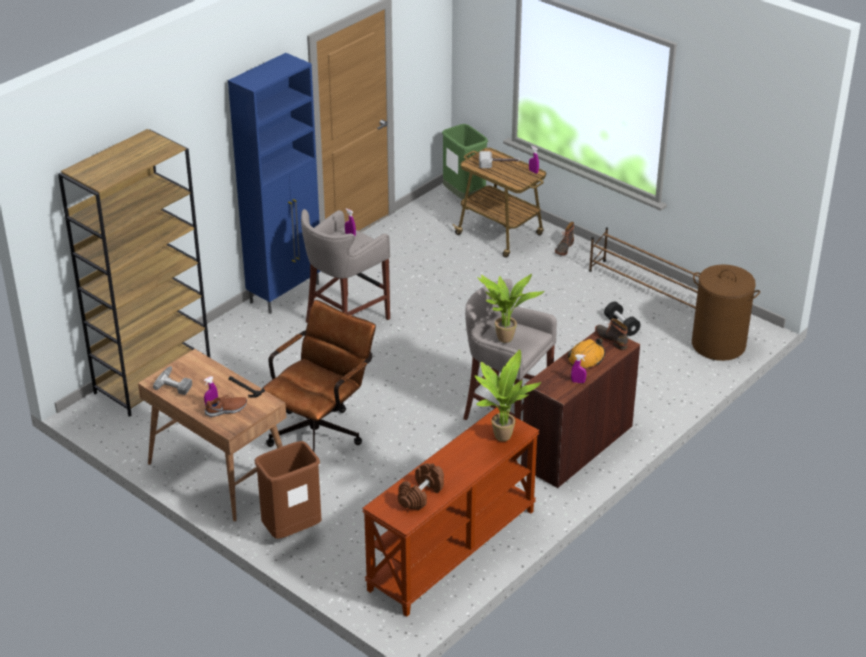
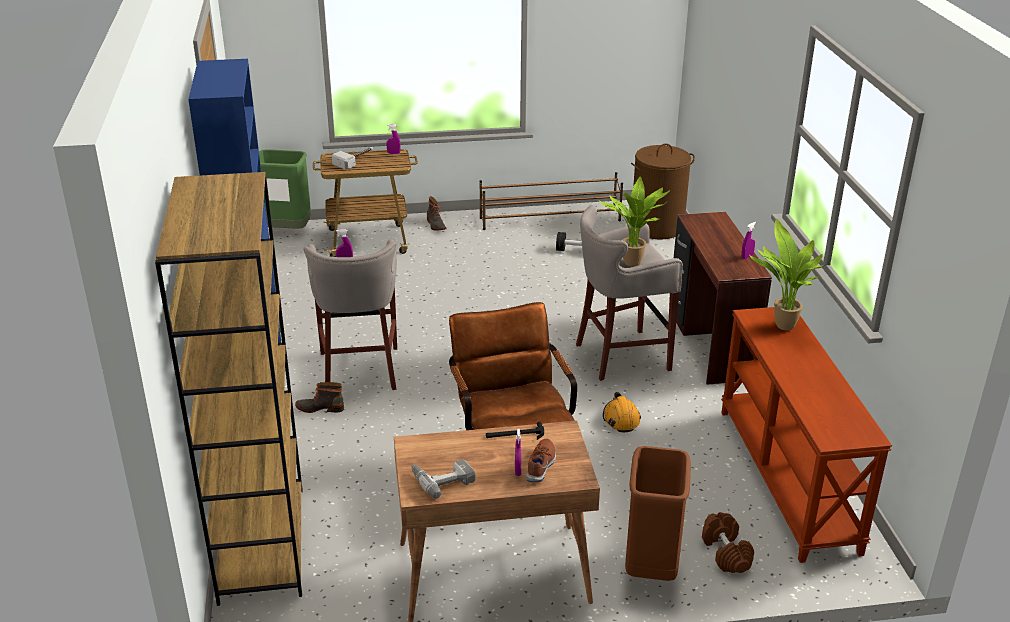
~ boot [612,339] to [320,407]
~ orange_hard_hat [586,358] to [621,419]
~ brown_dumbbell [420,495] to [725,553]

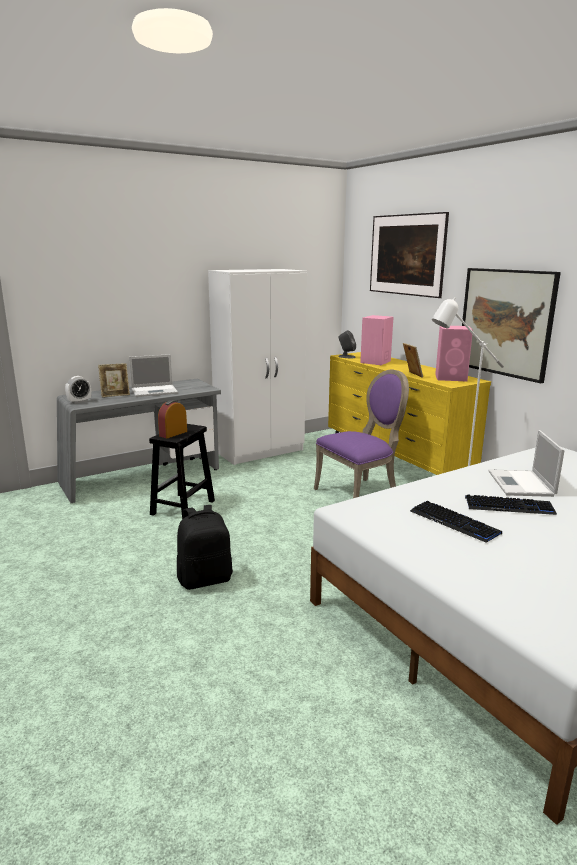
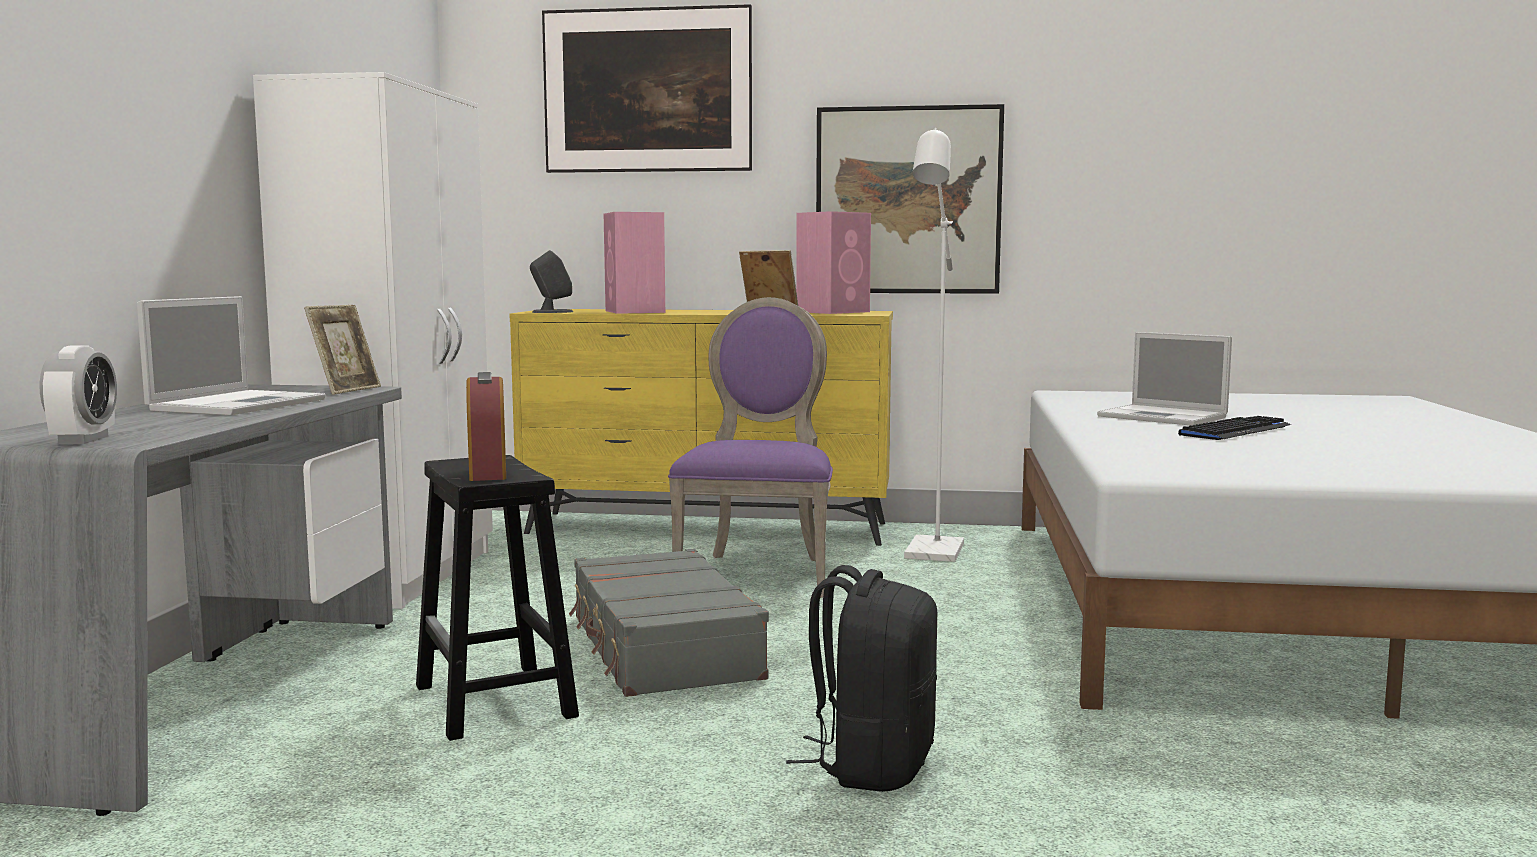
~ picture_frame [115,395] to [346,390]
+ grey_suitcase [662,648]
- keyboard [454,522]

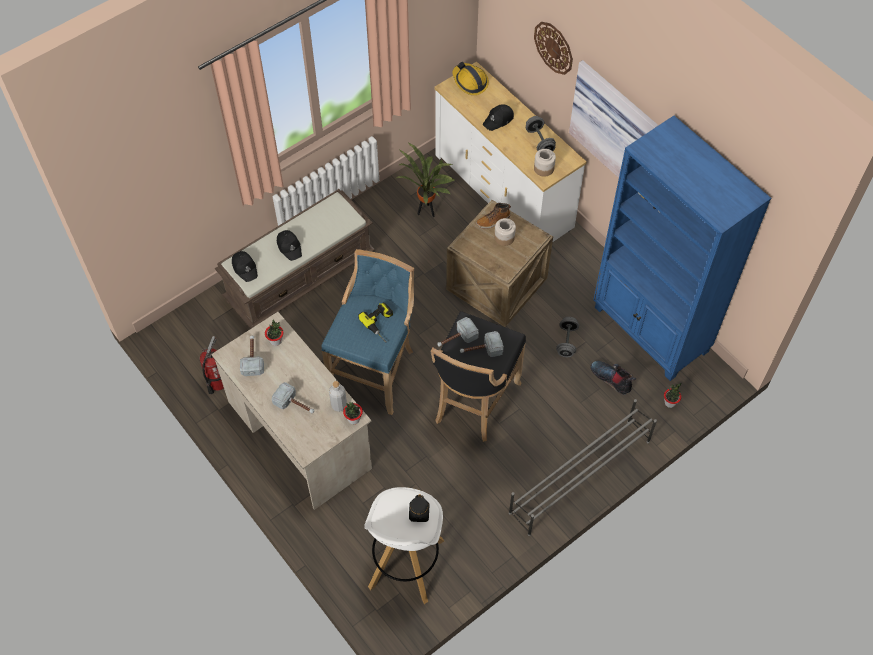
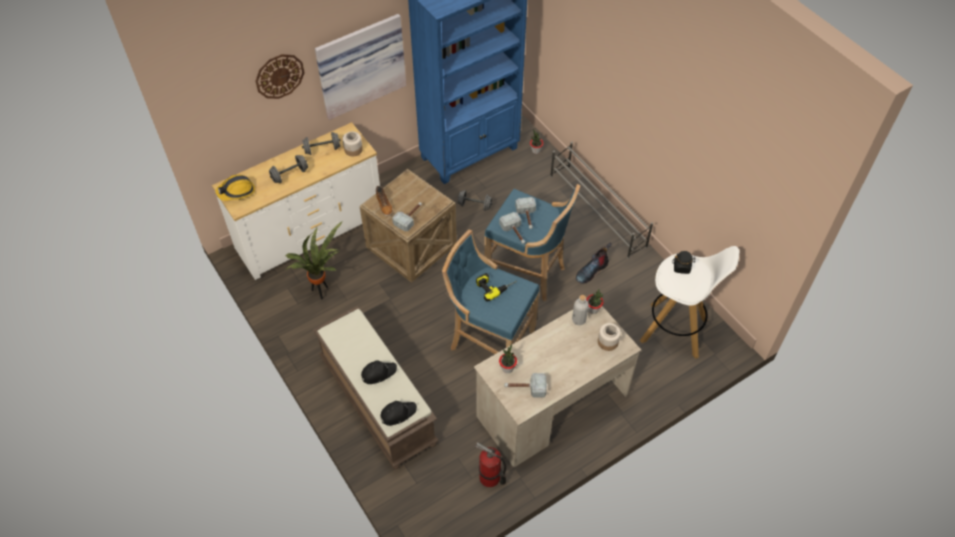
~ black_cap [498,120] to grey_dumbbell [290,175]
~ hammer [295,404] to [410,217]
~ black_stool [473,403] to blue_stool [528,273]
~ boot [612,379] to [592,270]
~ jar [504,237] to [607,342]

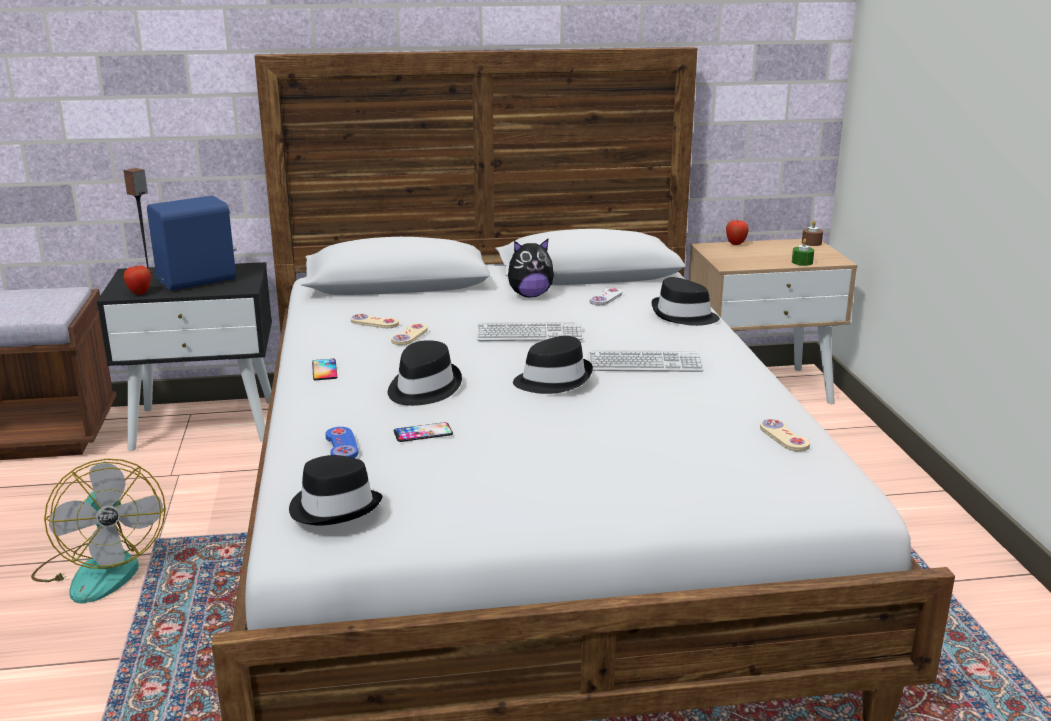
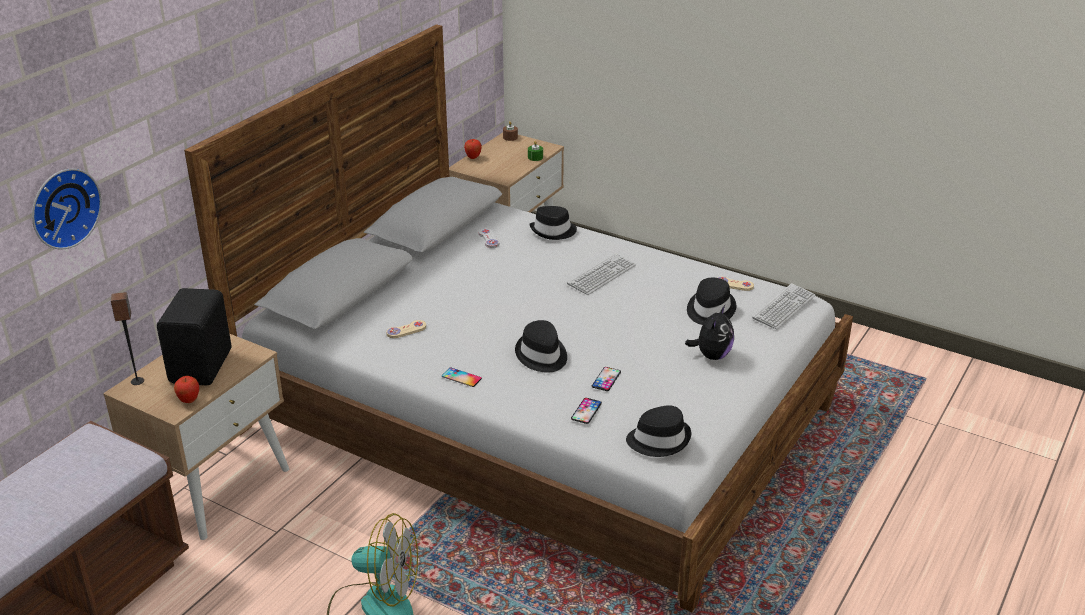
+ wall_clock [62,207]
~ black_nightstand [205,424] to beige_nightstand [215,486]
~ blue_speaker [198,280] to black_speaker [203,366]
~ blue_game_controller [341,445] to phone [586,411]
~ plush_toy [530,295] to [711,355]
~ black_hat [553,380] to [709,310]
~ keyboard [529,334] to [784,308]
- beige_game_controller [410,336]

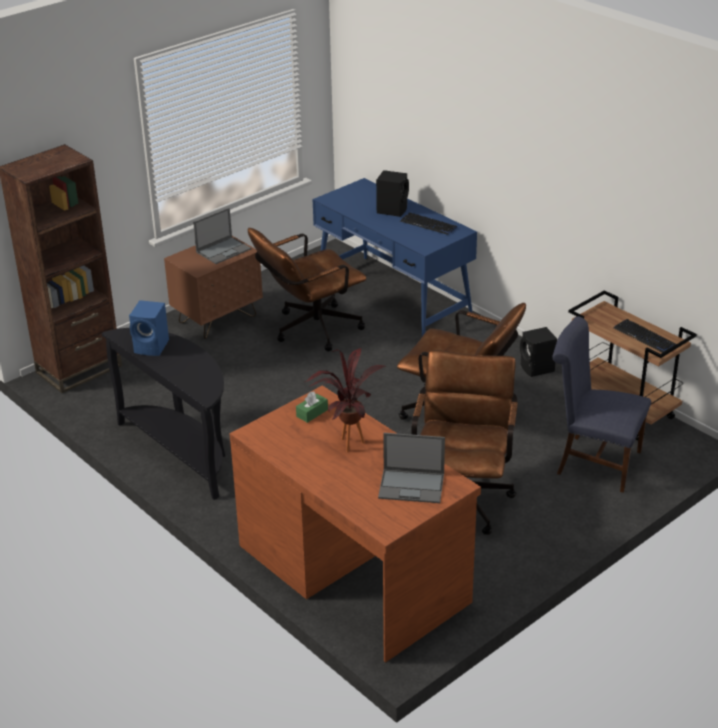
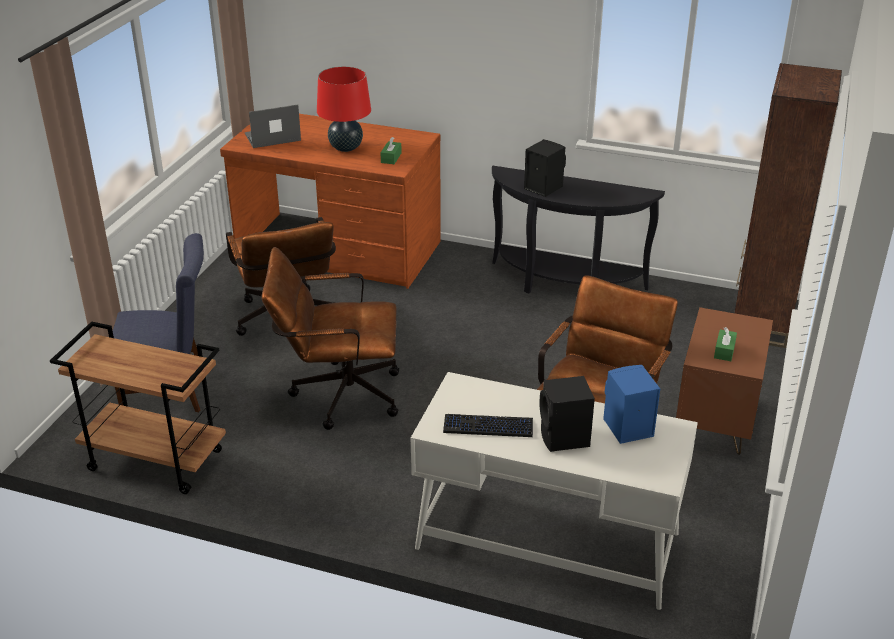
~ potted_plant [345,442] to red_table_lamp [346,148]
~ blue_desk [393,297] to white_desk [547,540]
~ black_speaker [537,369] to [542,187]
~ blue_speaker [152,347] to [626,428]
~ laptop [224,250] to green_tissue_box [724,351]
- keyboard [644,337]

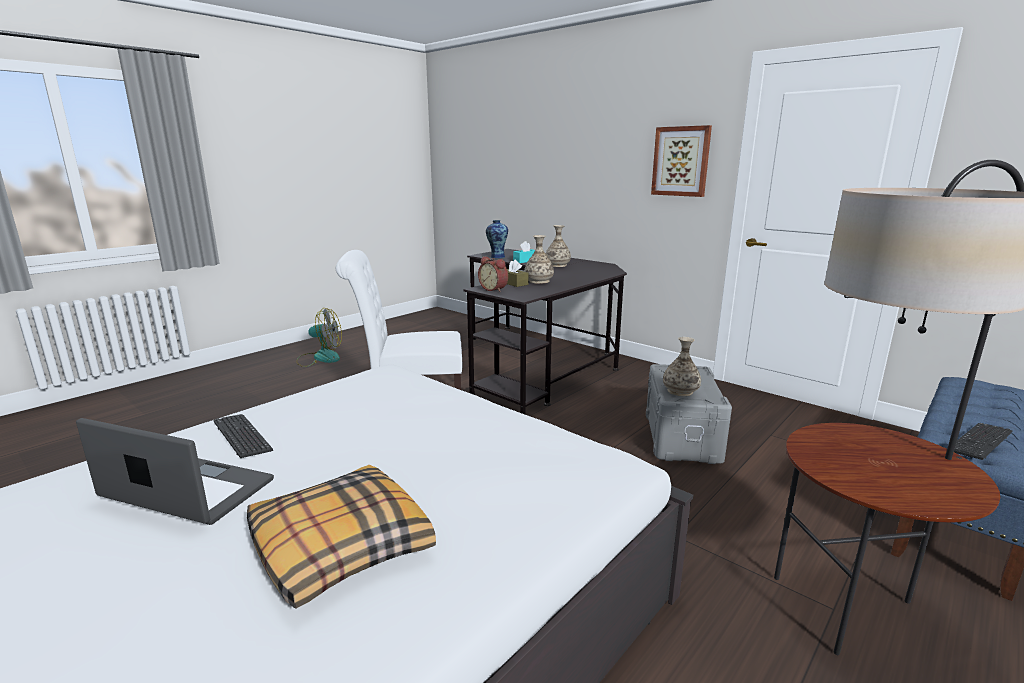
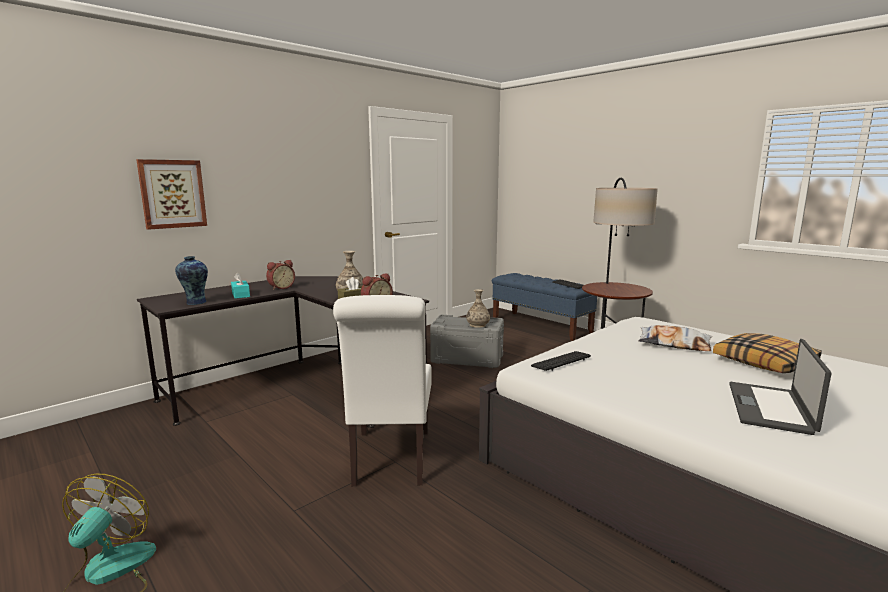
~ picture [681,161] to [172,194]
~ vase [557,265] to alarm_clock [281,288]
~ keyboard [242,437] to [561,362]
+ pillow [674,344]

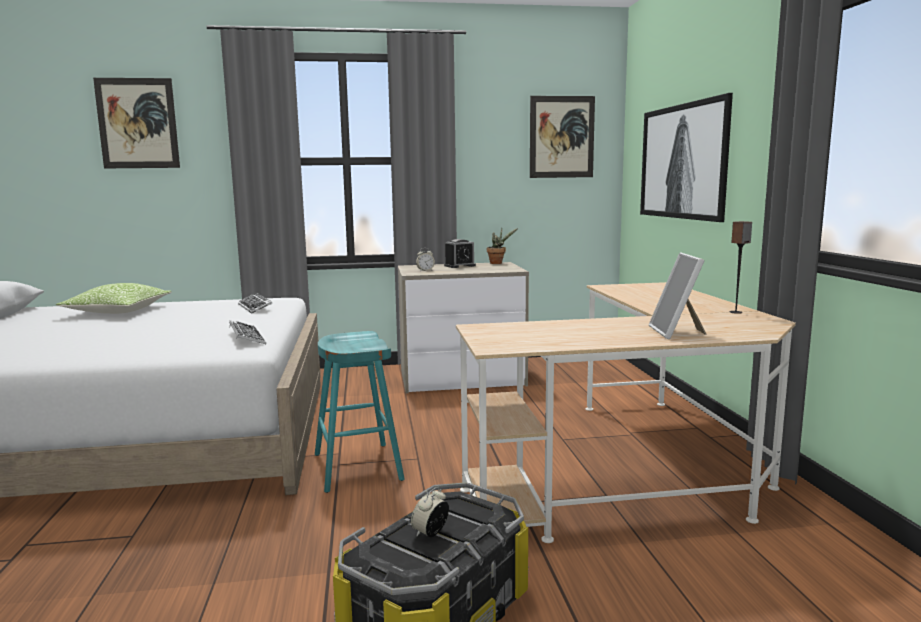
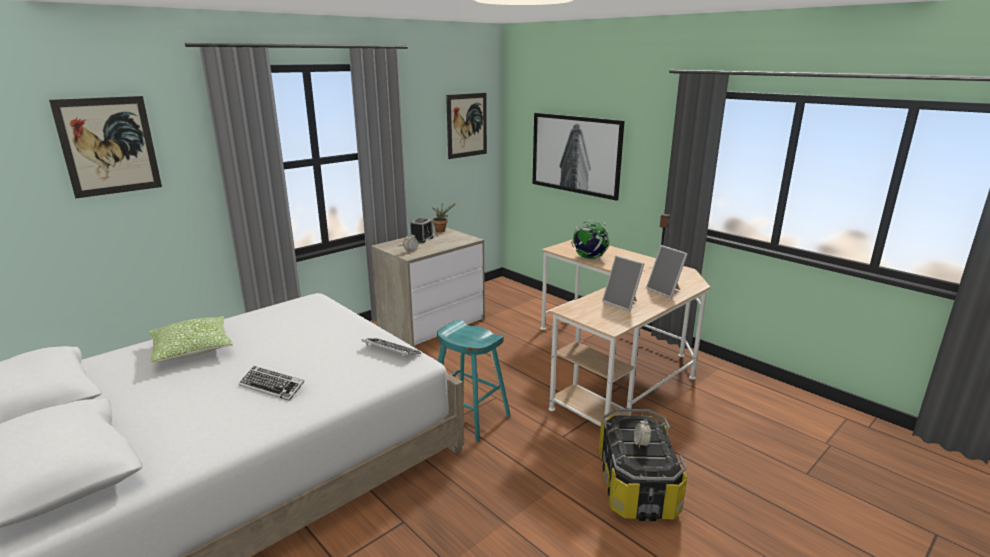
~ keyboard [255,307] to [272,387]
+ globe [589,258]
+ picture_frame [622,303]

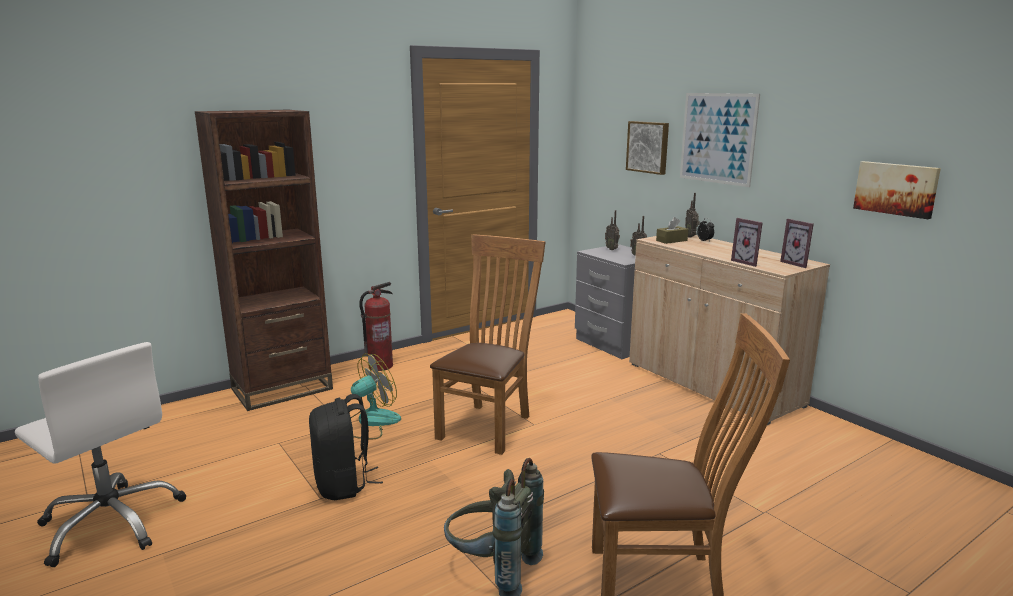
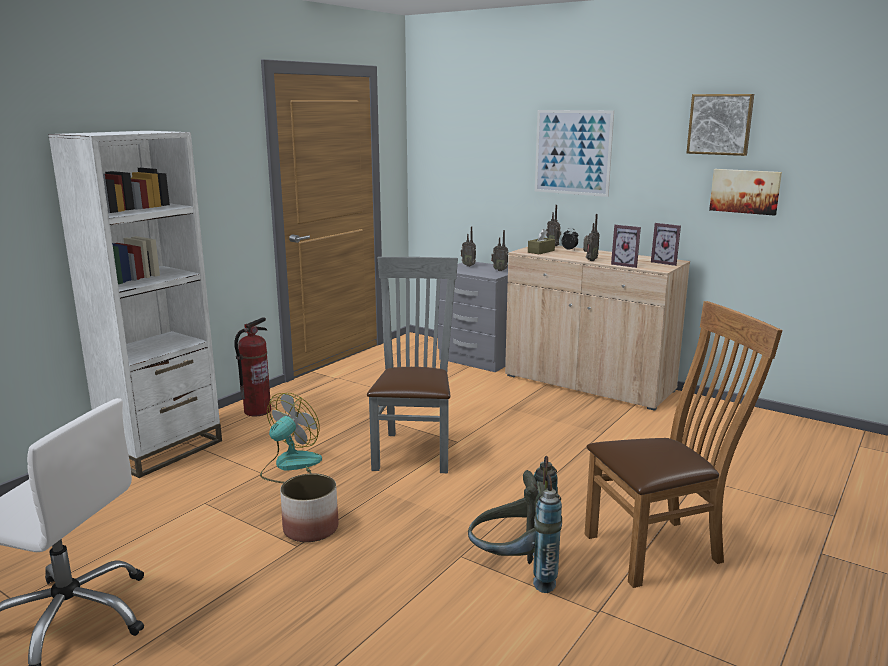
~ brown_bookcase [282,389] to white_bookcase [162,450]
~ black_backpack [344,485] to planter [311,529]
~ brown_chair [489,425] to grey_chair [415,449]
+ radio [589,260]
~ picture [648,147] to [720,124]

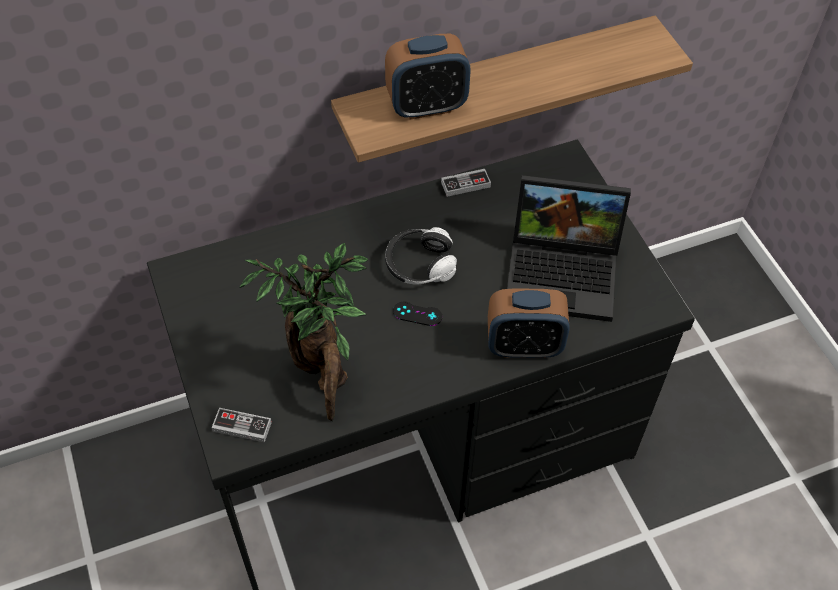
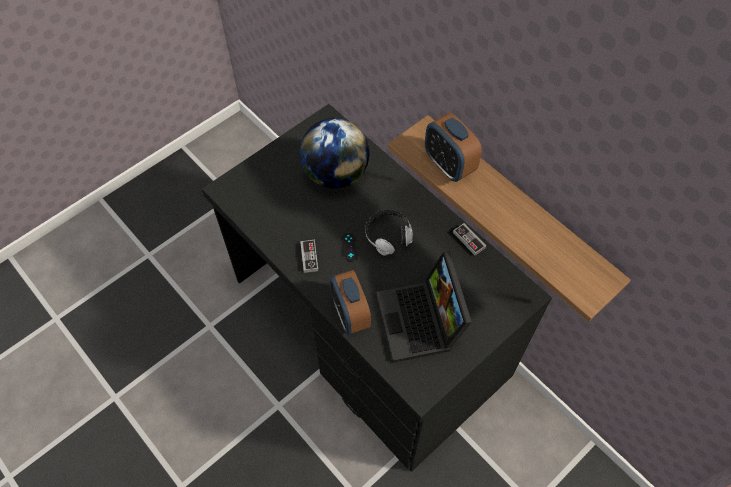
+ globe [335,173]
~ game_controller [242,426] to [309,257]
- potted_plant [323,378]

